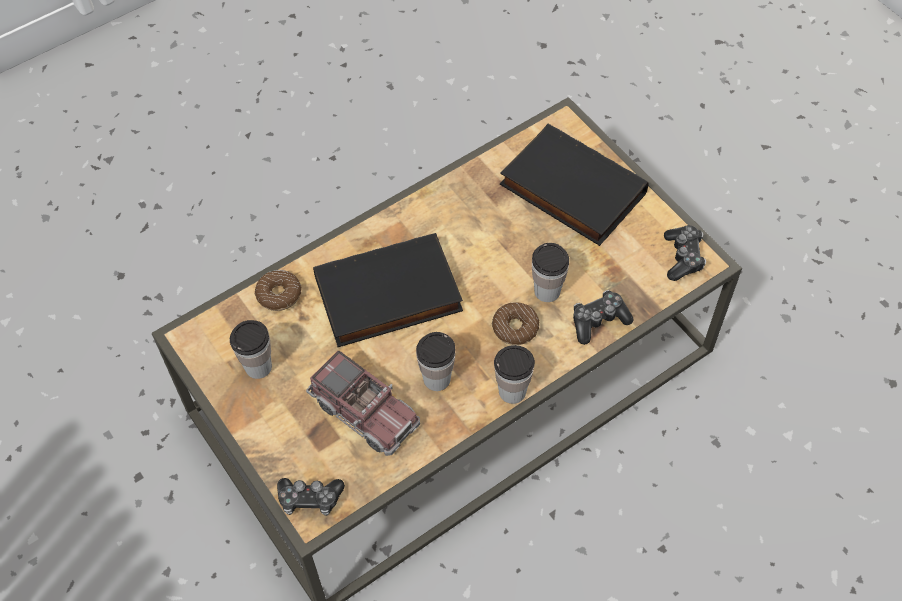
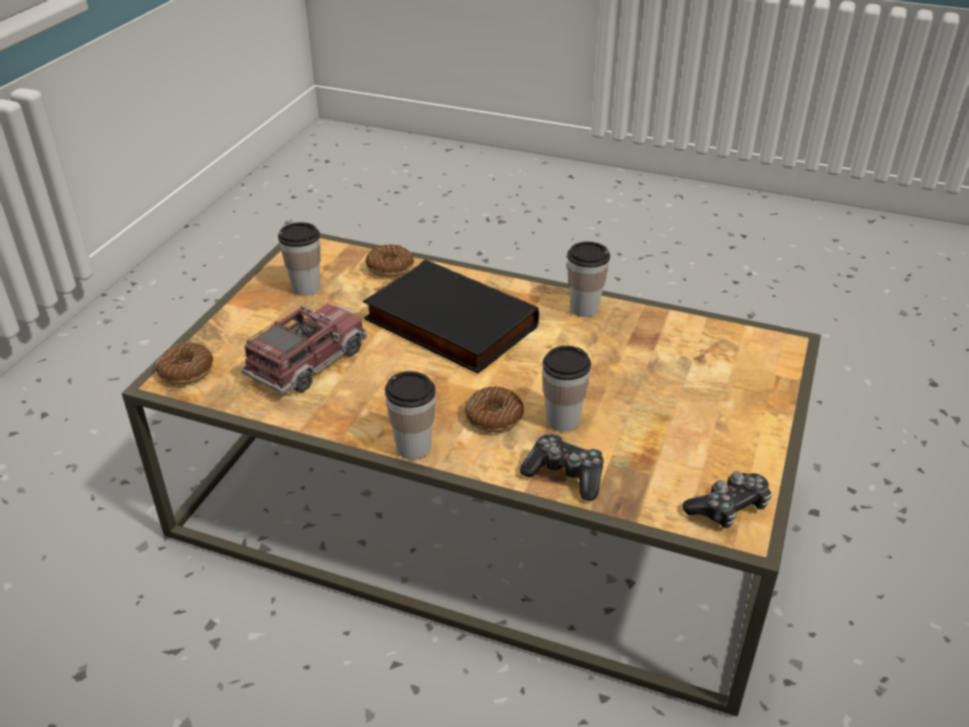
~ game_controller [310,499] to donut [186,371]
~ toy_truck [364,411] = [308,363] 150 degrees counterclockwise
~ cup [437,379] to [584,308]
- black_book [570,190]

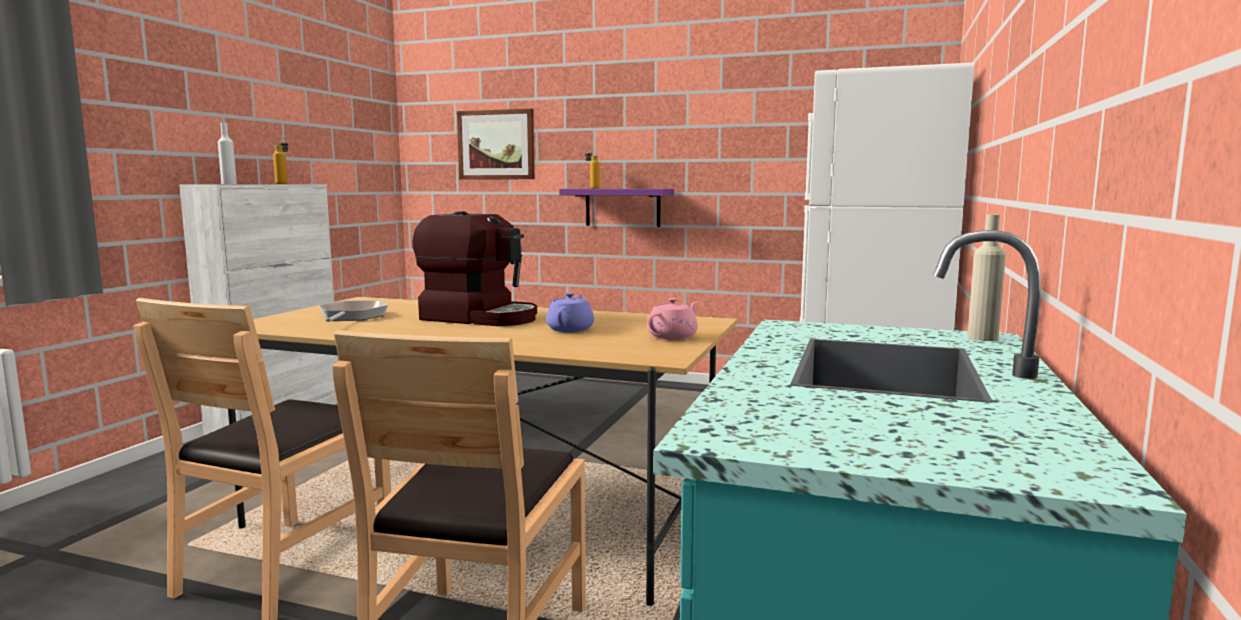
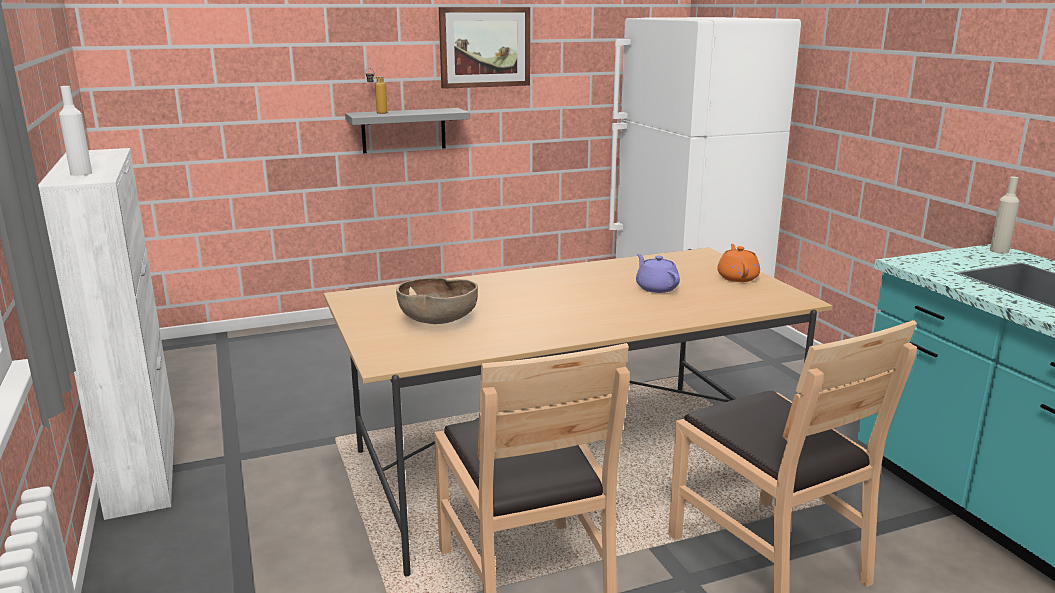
~ purple_shelf [622,207] to grey_shelf [403,130]
~ frying_pan [351,317] to brown_bowl [438,321]
~ picture [496,145] to [484,47]
~ pink_teapot [673,337] to orange_teapot [737,277]
- bottle [284,184]
- coffee_machine [480,317]

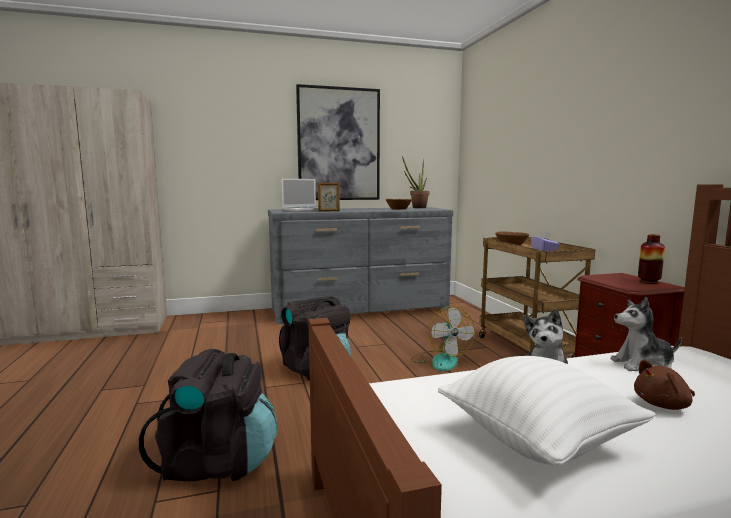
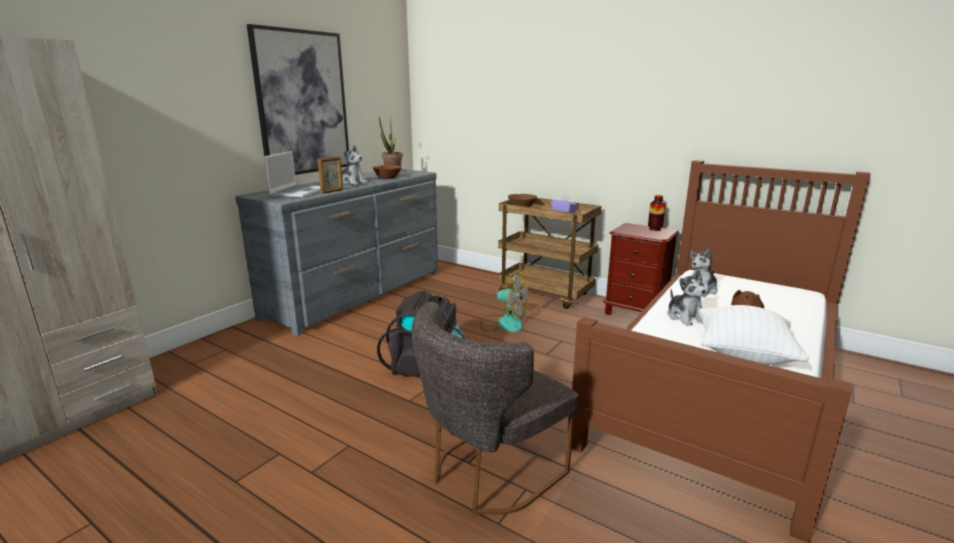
+ plush_toy [353,182]
~ black_backpack [217,462] to grey_chair [488,473]

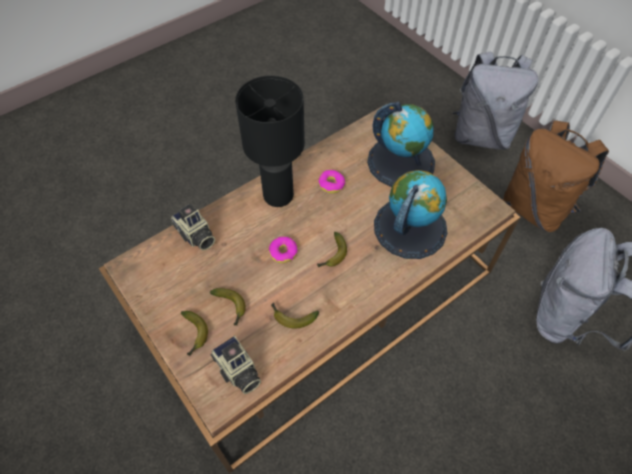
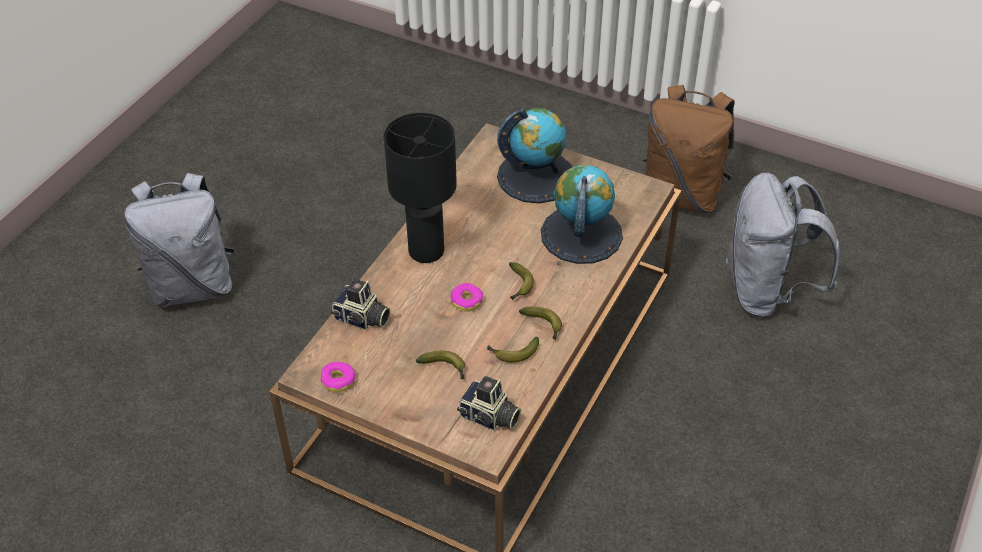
~ grey_backpack [481,135] to [193,285]
~ donut [331,184] to [338,380]
~ banana [194,335] to [544,325]

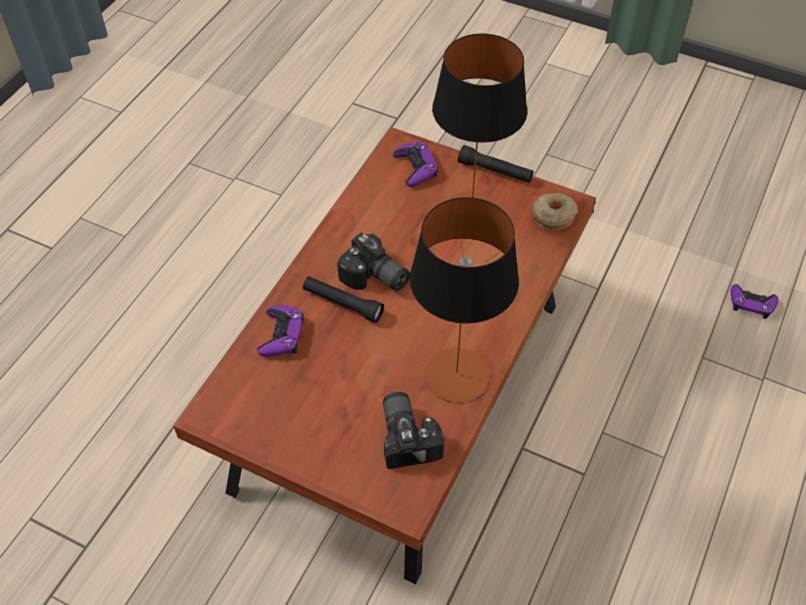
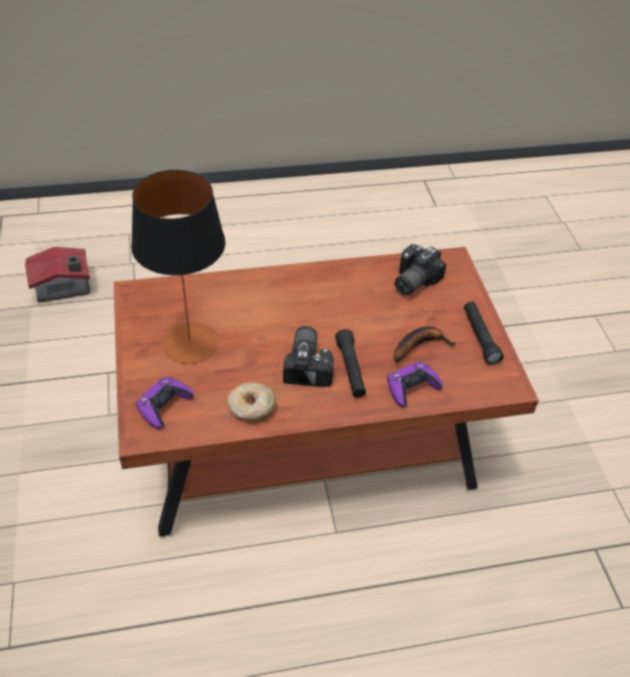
~ purple_game_controller [751,304] to toy_house [64,287]
~ donut [553,216] to [251,407]
+ banana [419,345]
~ black_flashlight [495,171] to [480,337]
- table_lamp [456,375]

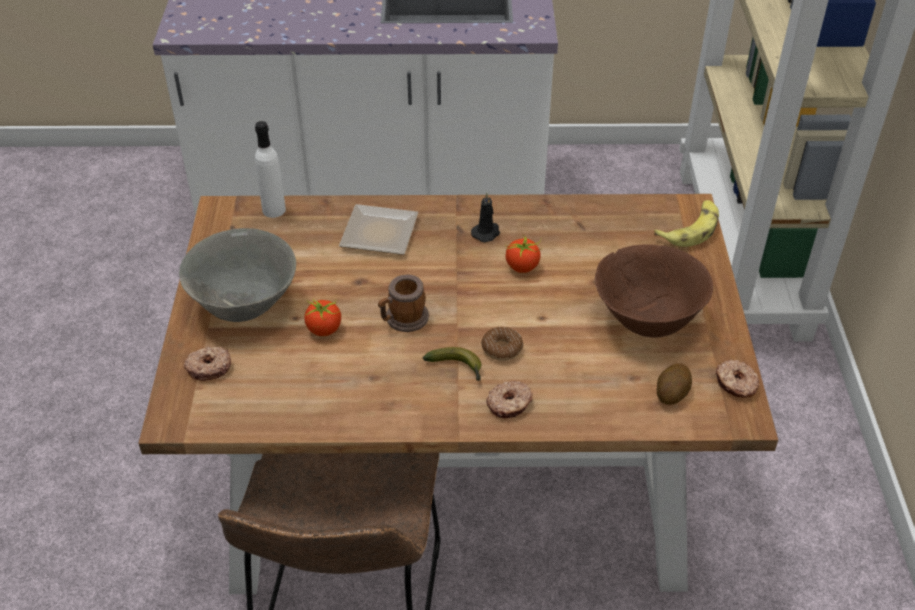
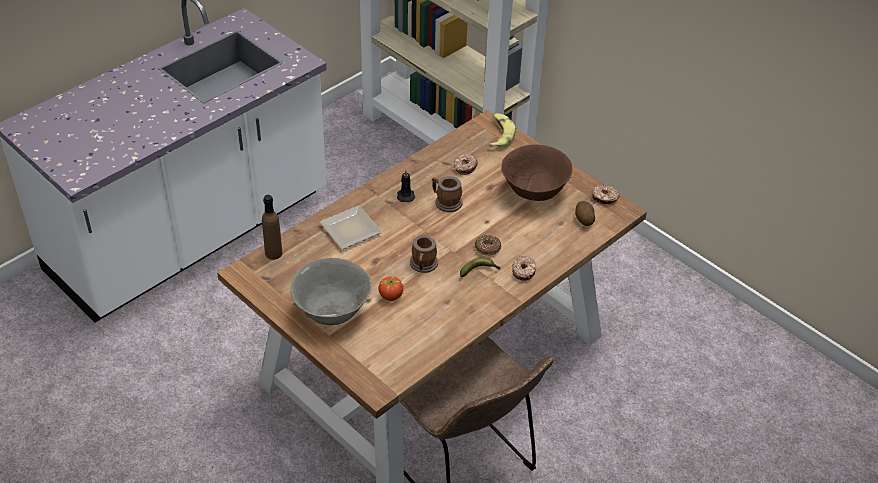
~ white_bottle [274,210] to brown_bottle [273,253]
~ tomato [522,266] to mug [446,202]
~ donut [209,367] to [464,167]

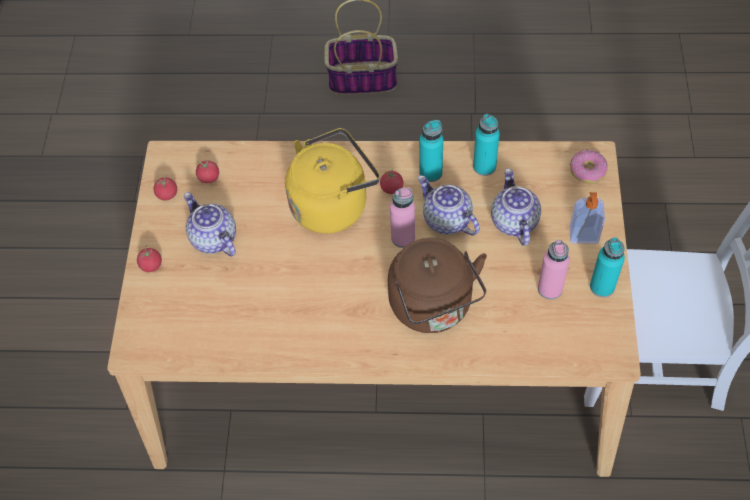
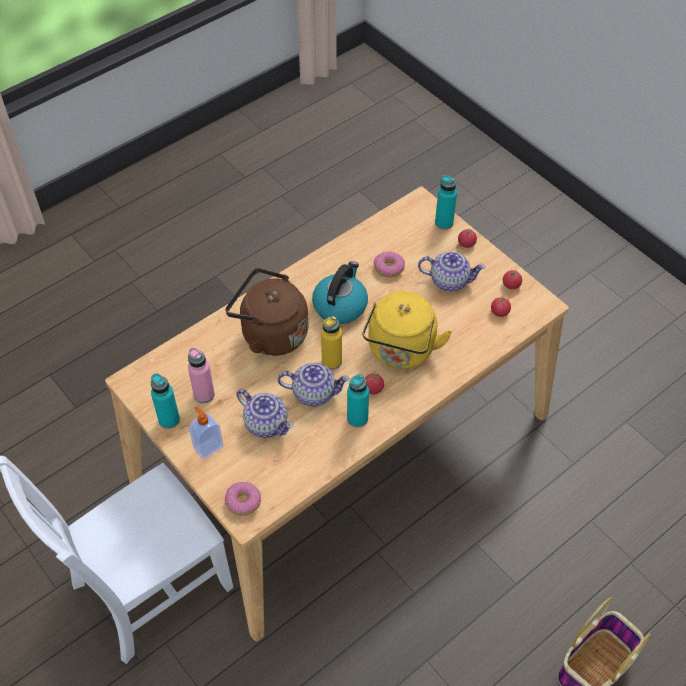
+ kettle [340,305]
~ pink_bottle [403,237] to yellow_bottle [331,361]
+ donut [389,268]
~ turquoise_bottle [484,166] to [444,223]

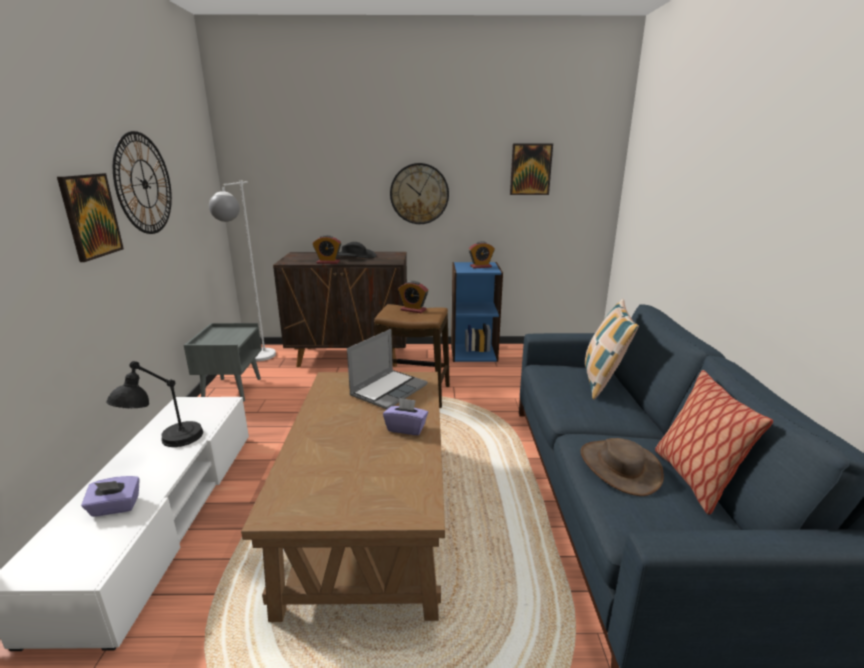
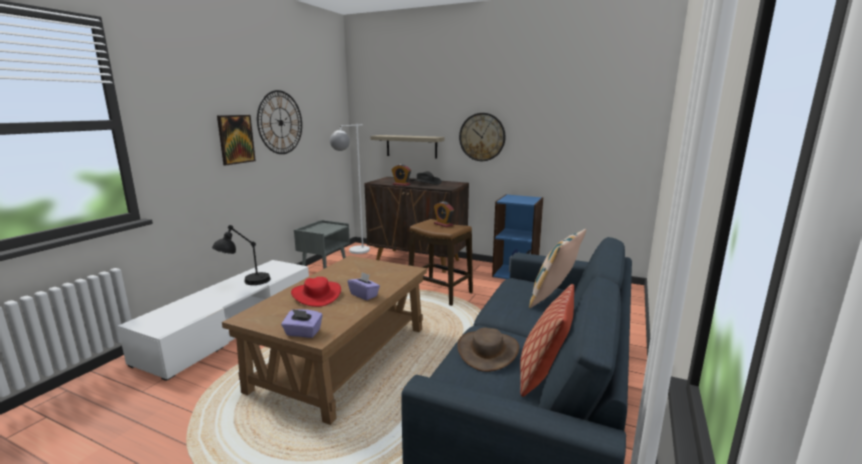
~ purple_tissue_box [115,507] to [303,333]
+ red_hat [316,294]
+ shelf [411,146]
- laptop [388,390]
- alarm_clock [481,266]
- picture [530,169]

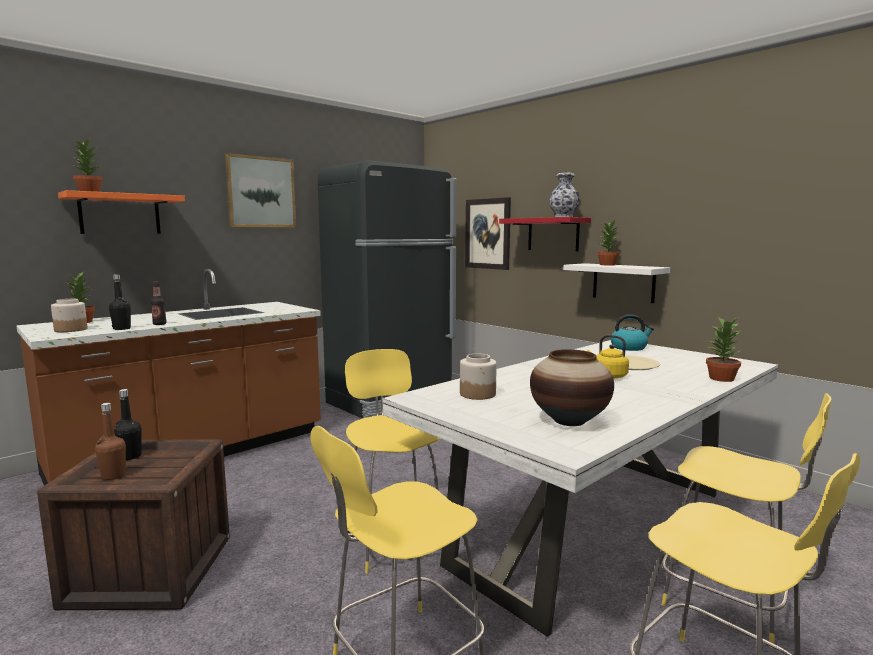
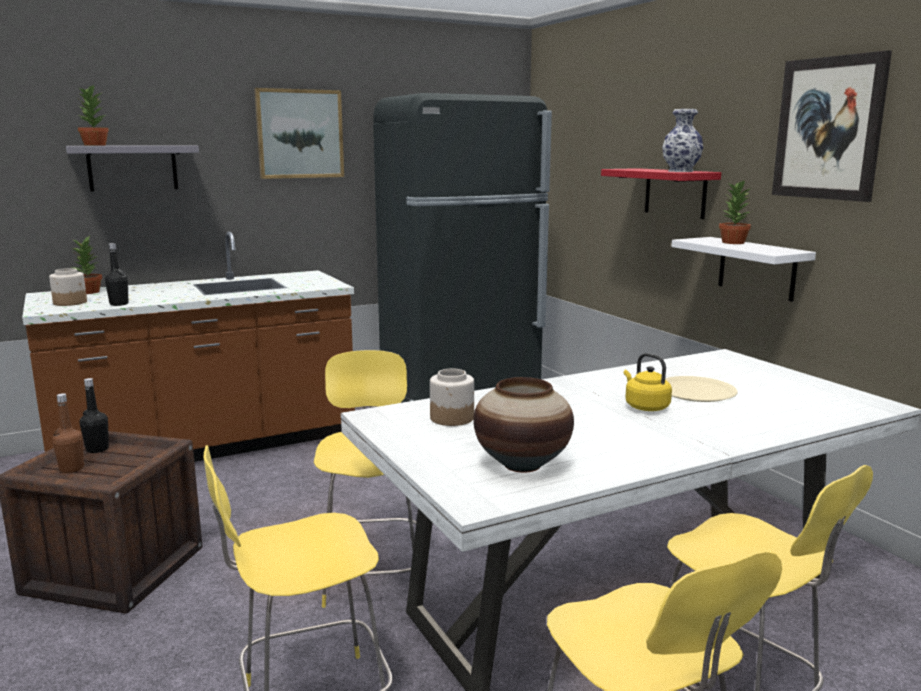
~ orange_shelf [120,214] to grey_shelf [132,168]
~ picture [488,234] to [828,128]
- bottle [159,324]
- kettle [629,347]
- potted_plant [722,379]

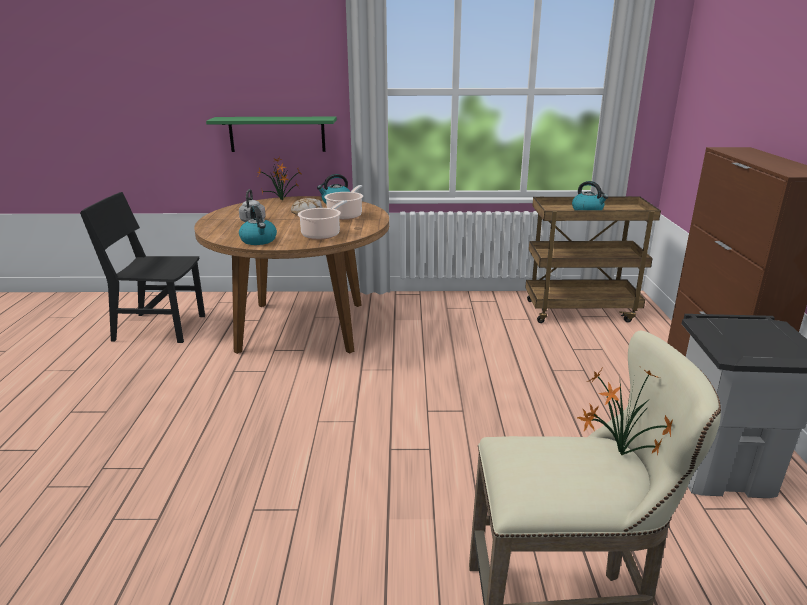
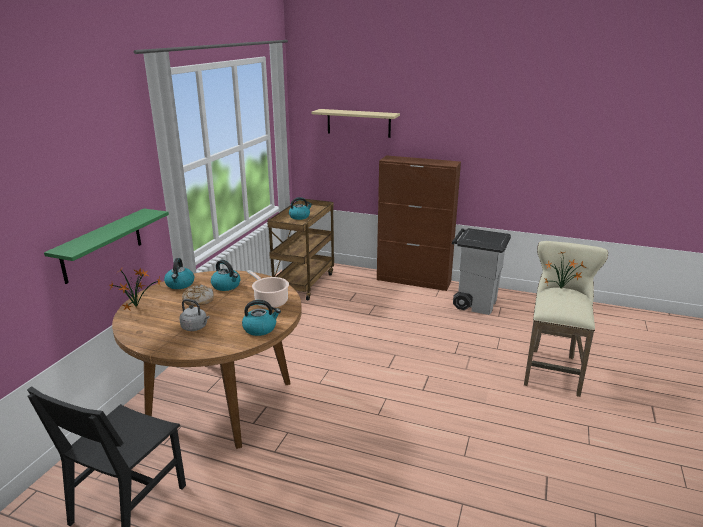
~ cooking_pot [345,215] to kettle [226,286]
+ beige_shelf [358,123]

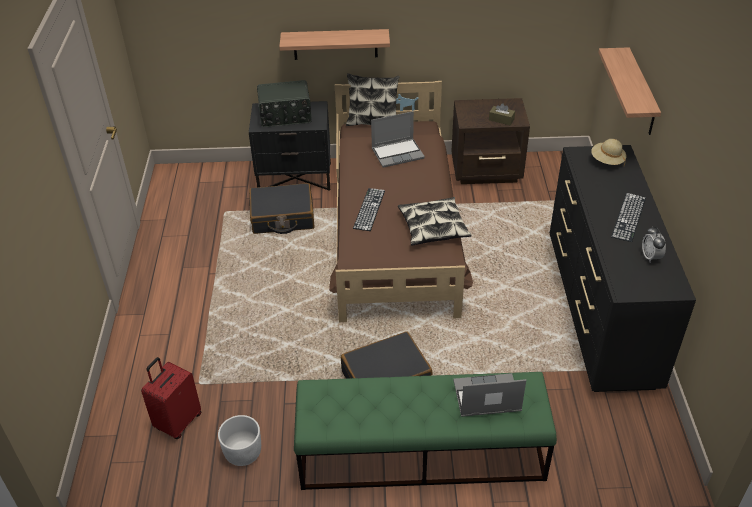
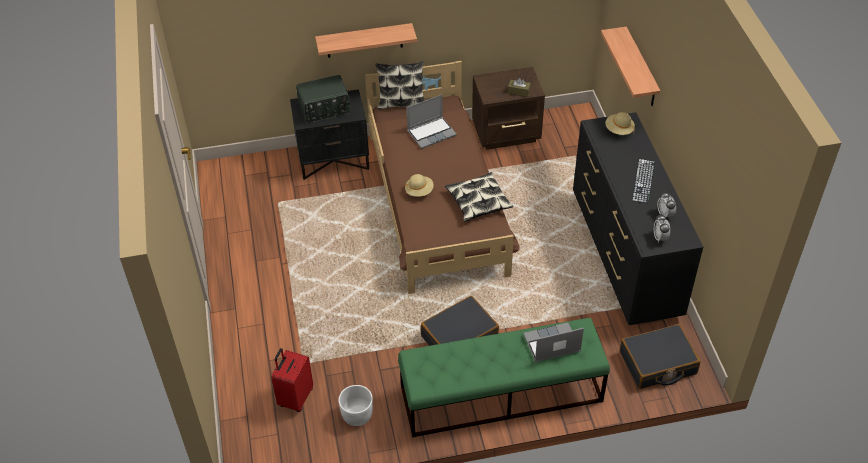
~ keyboard [369,209] to beige_hat [419,191]
~ black_suitcase [282,217] to [657,363]
+ alarm_clock [660,237]

